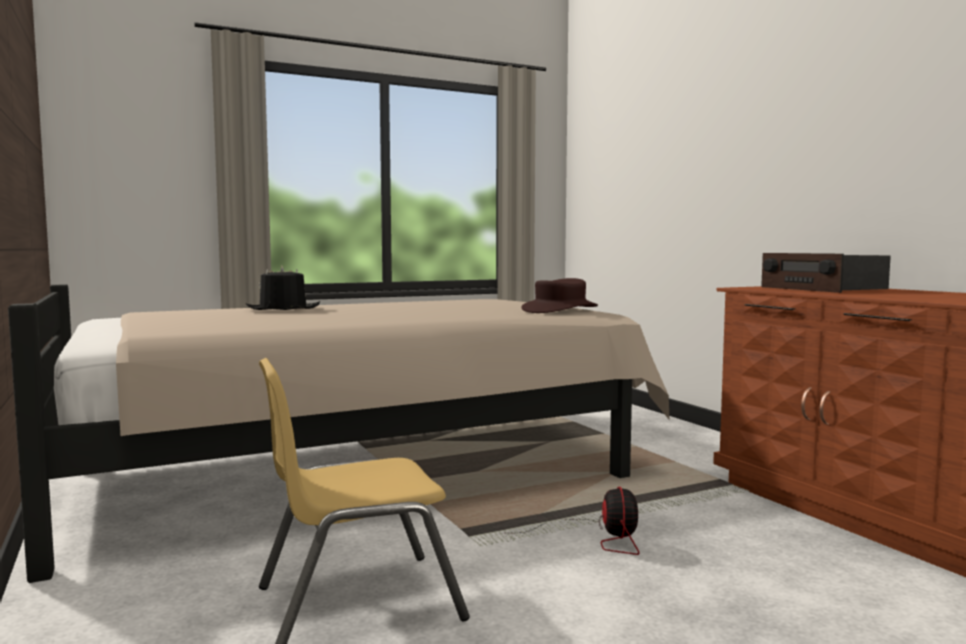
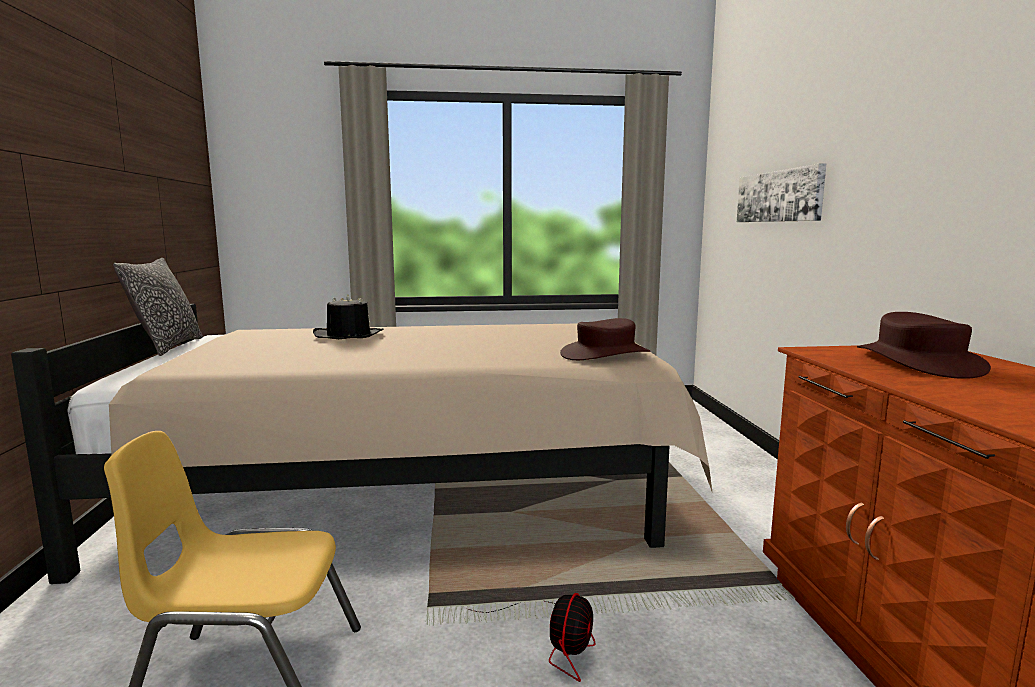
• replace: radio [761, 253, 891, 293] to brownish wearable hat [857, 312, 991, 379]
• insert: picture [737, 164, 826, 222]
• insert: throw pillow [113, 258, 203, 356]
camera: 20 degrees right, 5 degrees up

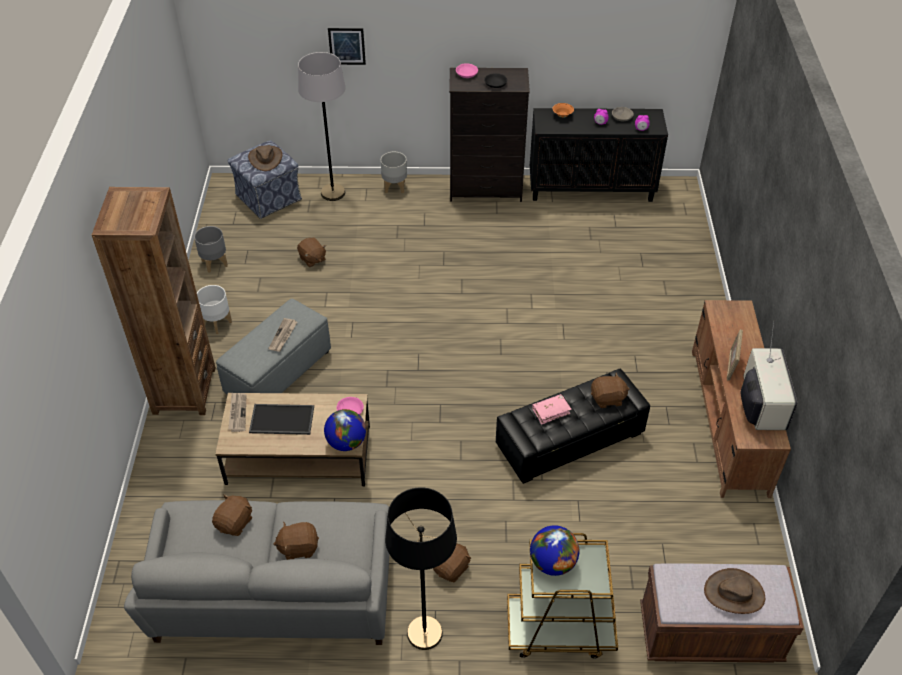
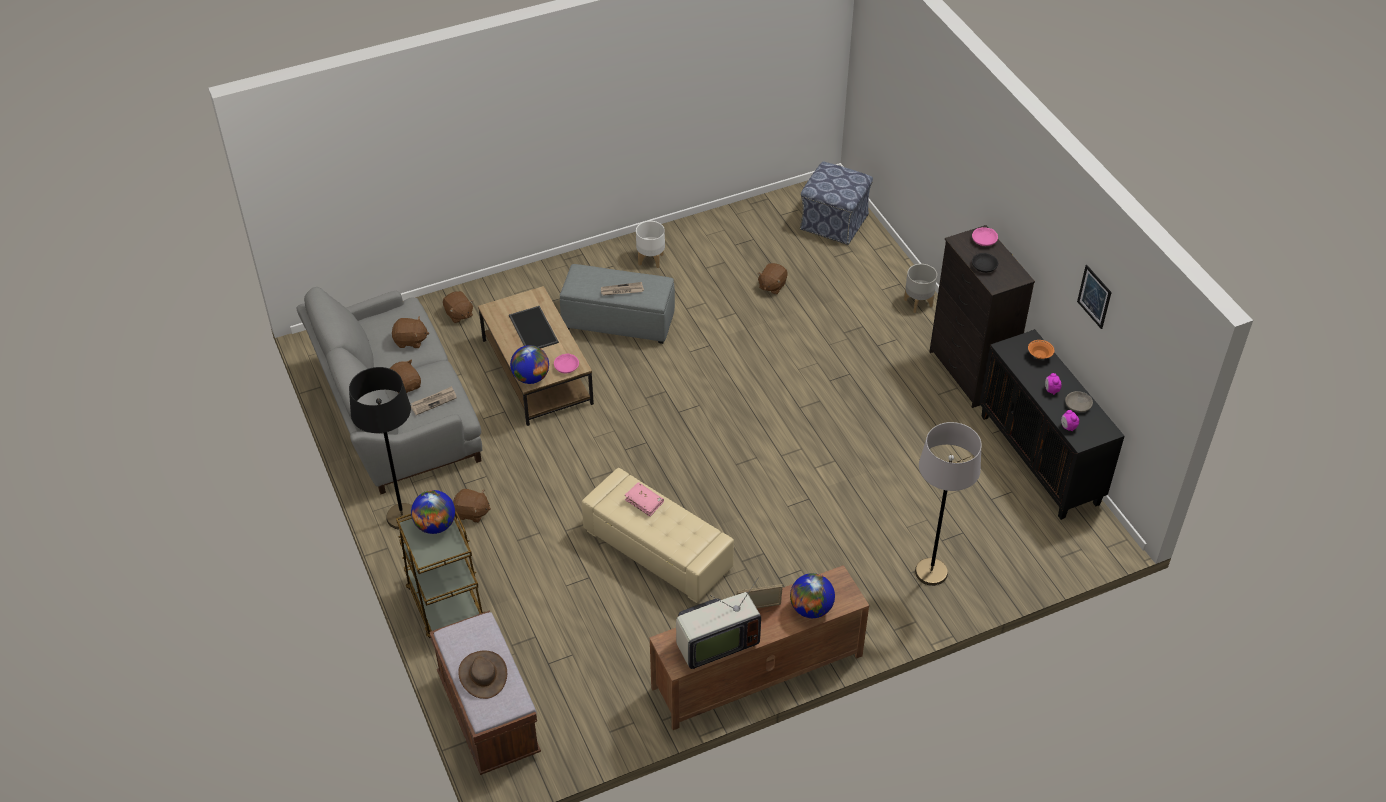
• move: picture [328, 28, 366, 65] to [1077, 265, 1112, 329]
• move: grey floor lamp [298, 52, 346, 201] to [915, 422, 982, 586]
• delete: brownish wearable hat [248, 145, 282, 171]
• delete: brownish shelving unit [92, 187, 216, 415]
• delete: grey flower pot [194, 226, 228, 273]
• recolor: black footrest [496, 368, 650, 484] to sand-coloured footrest [582, 468, 734, 603]
• move: brownish soft toy [591, 372, 630, 408] to [443, 291, 473, 323]
• move: printed paper [228, 393, 246, 432] to [411, 386, 457, 415]
• insert: globe [790, 573, 835, 618]
camera: 65 degrees right, 0 degrees up

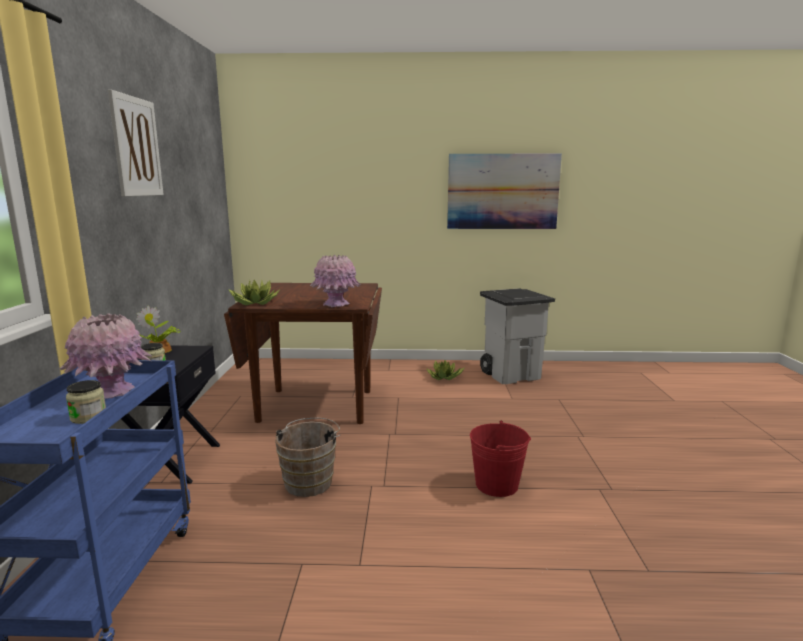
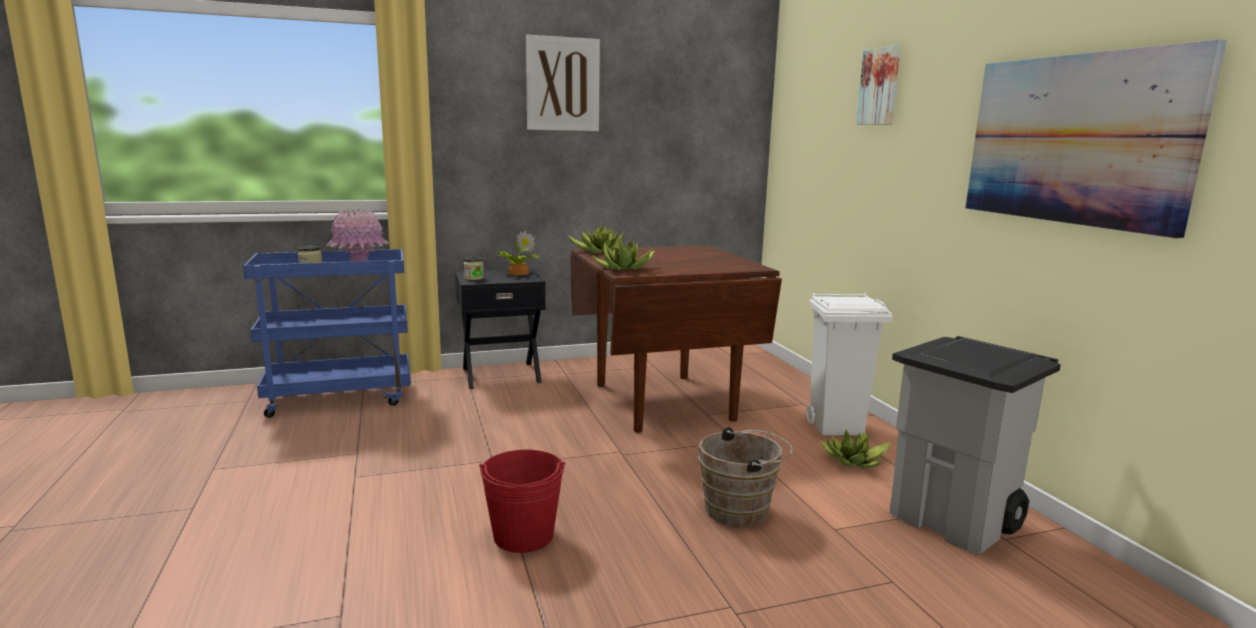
• replace: pinkish decorative vase [310, 255, 361, 307] to plant in a pot [592, 239, 655, 270]
• move: brownish bucket [275, 418, 340, 497] to [699, 427, 793, 527]
• insert: picture [856, 45, 901, 125]
• insert: whitish rubbish bin [806, 293, 893, 436]
camera: 70 degrees right, 0 degrees up

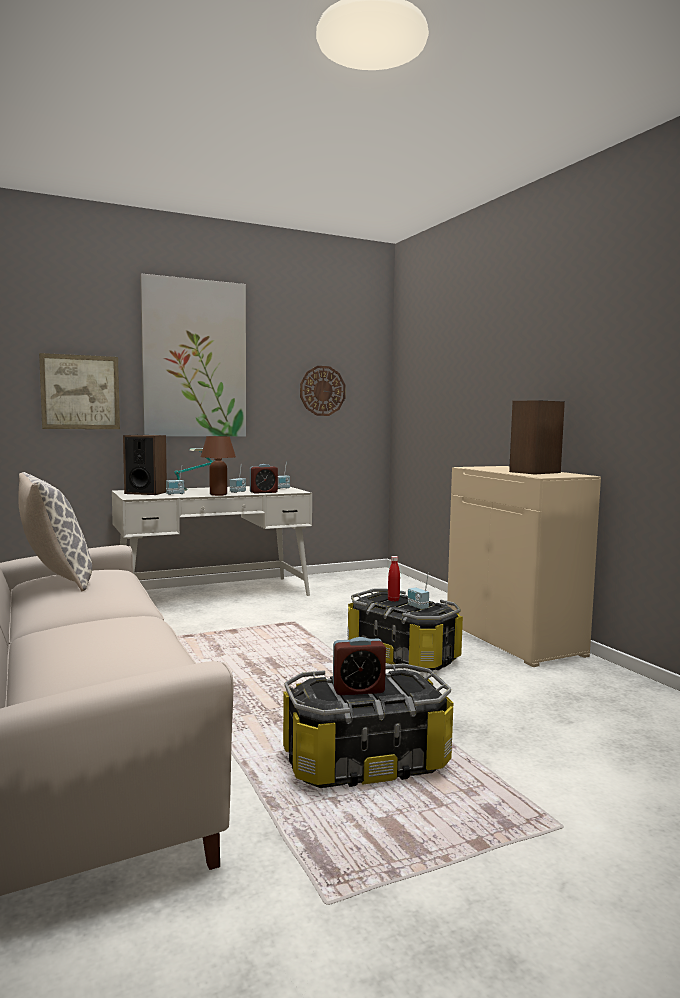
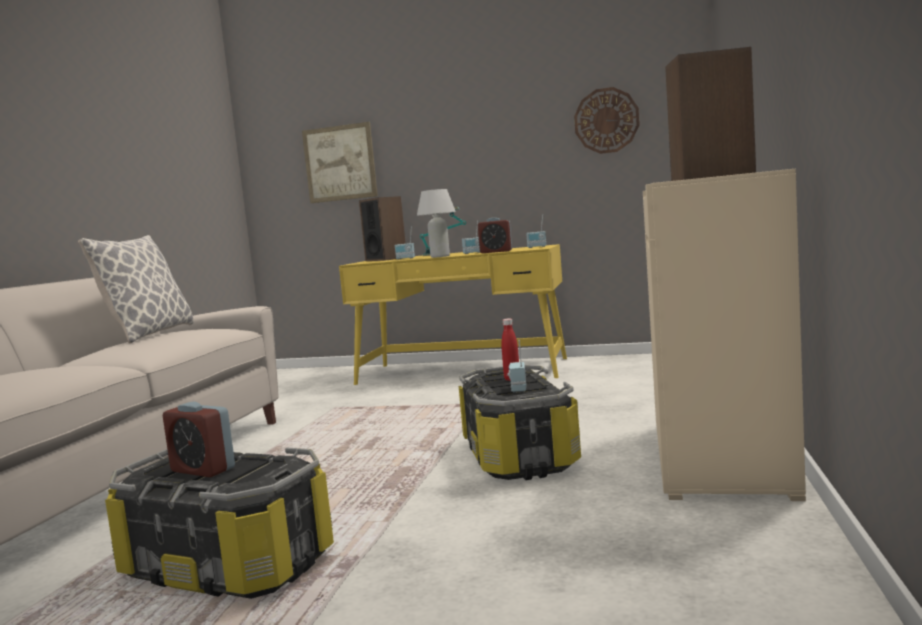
• delete: picture [140, 273, 246, 437]
• recolor: brownish tabletop lamp [201, 436, 236, 496] to whitish tabletop lamp [417, 189, 456, 258]
• recolor: whitish desk unit [112, 486, 312, 596] to yellow desk unit [339, 244, 567, 385]
camera: 40 degrees right, 0 degrees up

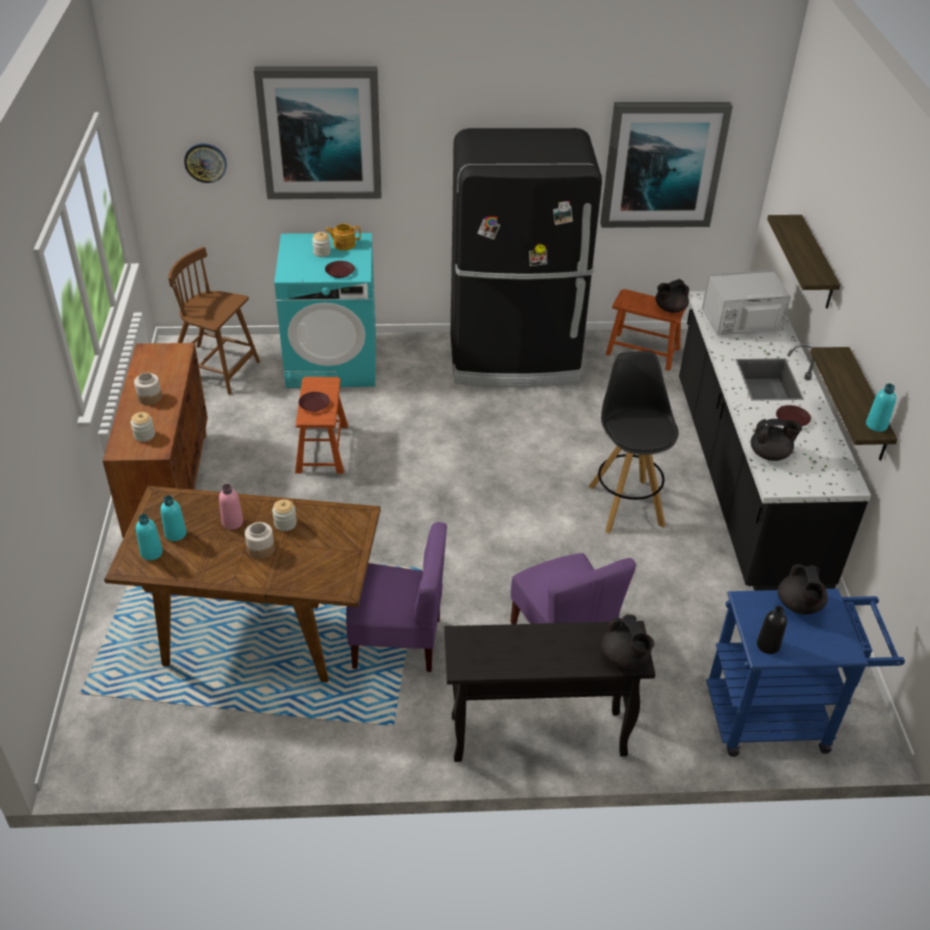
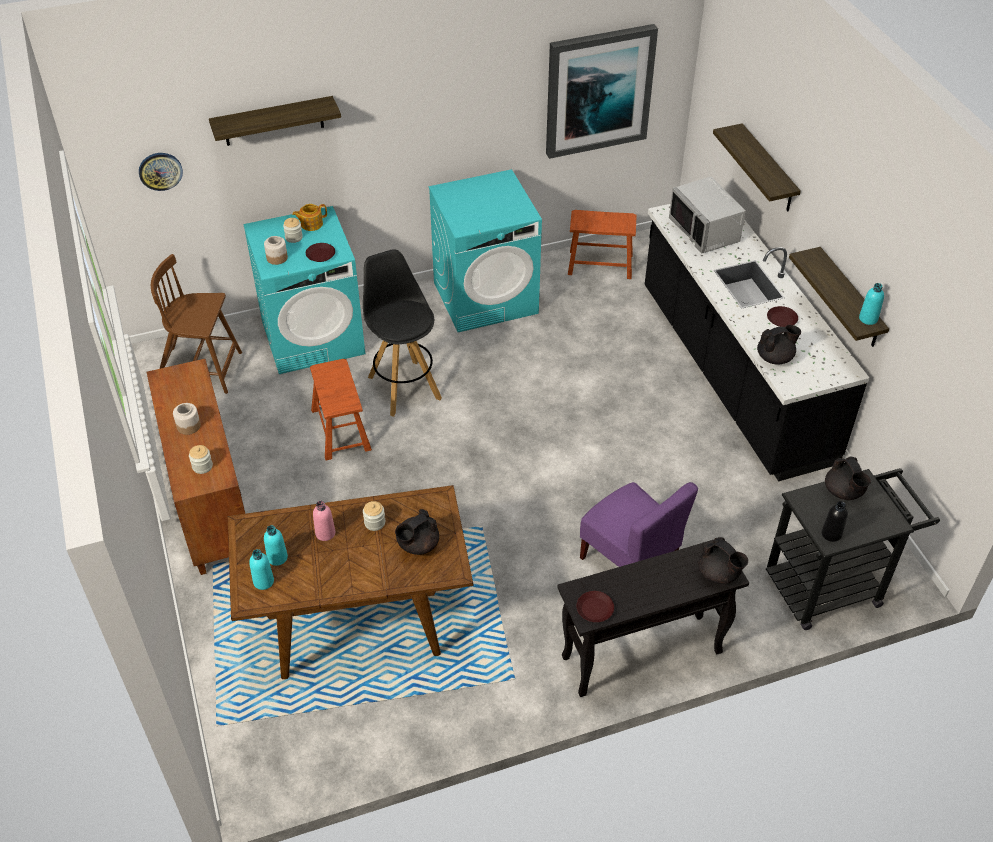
• replace: picture [254, 66, 381, 199] to bracket shelf [209, 96, 341, 146]
• replace: black kitchen fridge [450, 128, 602, 387] to turquoise-coloured laundry appliance [428, 169, 542, 332]
• rotate: grey microwave [702, 270, 791, 336] = [669, 176, 746, 254] 90 degrees counterclockwise
• move: black teapot [656, 279, 689, 313] to [395, 509, 439, 555]
• move: black stool seat [588, 351, 678, 534] to [363, 249, 442, 417]
• move: brownish flat dish [299, 392, 330, 412] to [577, 591, 614, 622]
• move: jar [245, 522, 275, 559] to [264, 236, 288, 265]
• delete: purplish chair [346, 522, 447, 672]
• recolor: blue-coloured trolley [706, 589, 905, 757] to black trolley [766, 468, 940, 630]
camera: 15 degrees left, 5 degrees up

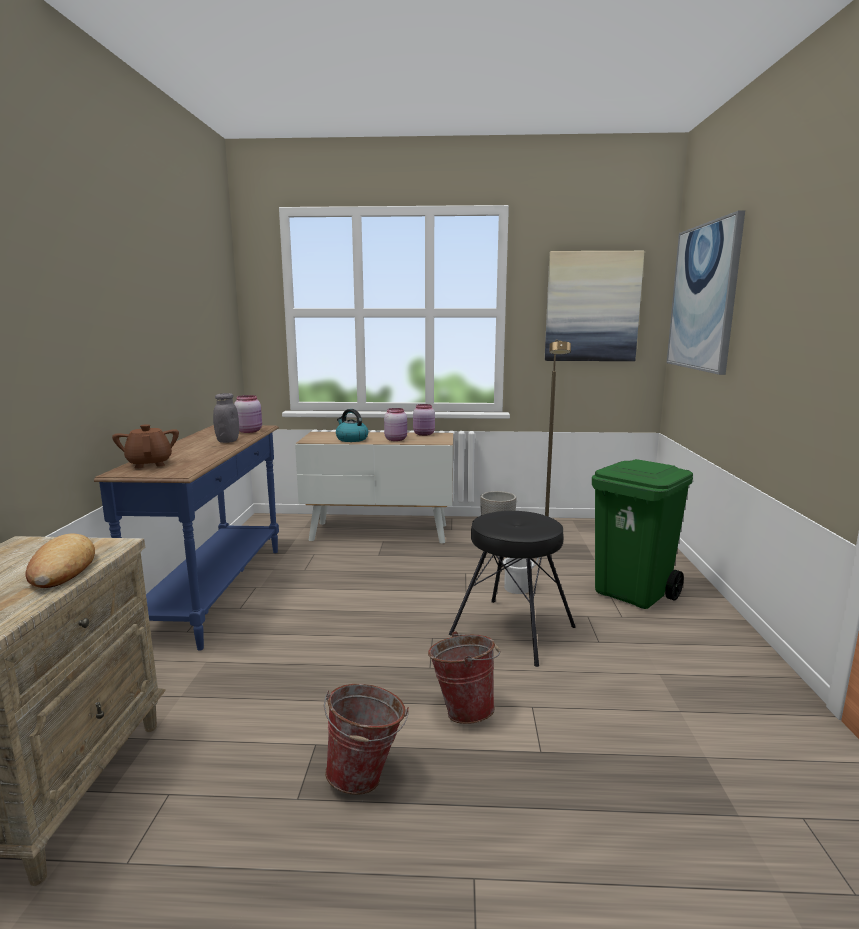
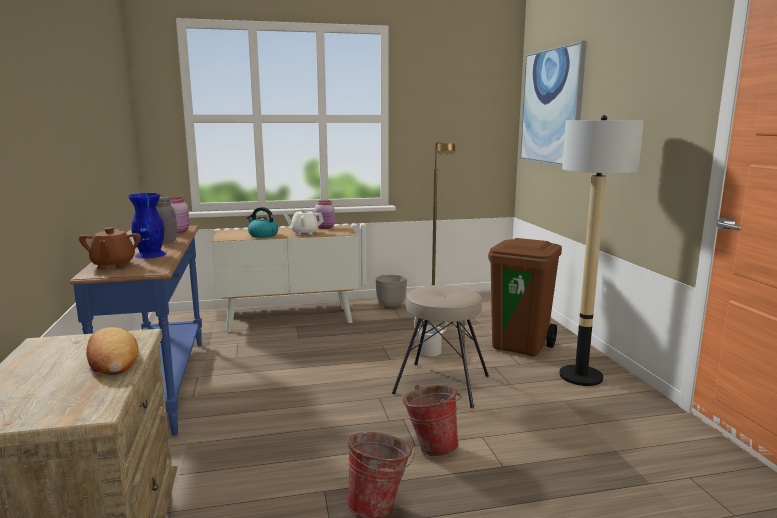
• delete: picture [545, 251, 644, 361]
• replace: pinkish jar [384, 408, 407, 441] to whitish teapot [284, 209, 324, 235]
• rotate: brownish teapot [112, 424, 179, 469] = [79, 227, 141, 269] 150 degrees counterclockwise
• recolor: green-coloured rubbish bin [592, 459, 693, 609] to brownish rubbish bin [488, 238, 562, 356]
• recolor: black stool seat [449, 511, 575, 667] to sand-coloured stool seat [392, 285, 489, 408]
• insert: floor lamp [559, 115, 644, 386]
• insert: blue-coloured decorative vase [128, 193, 167, 258]
camera: 15 degrees left, 0 degrees up

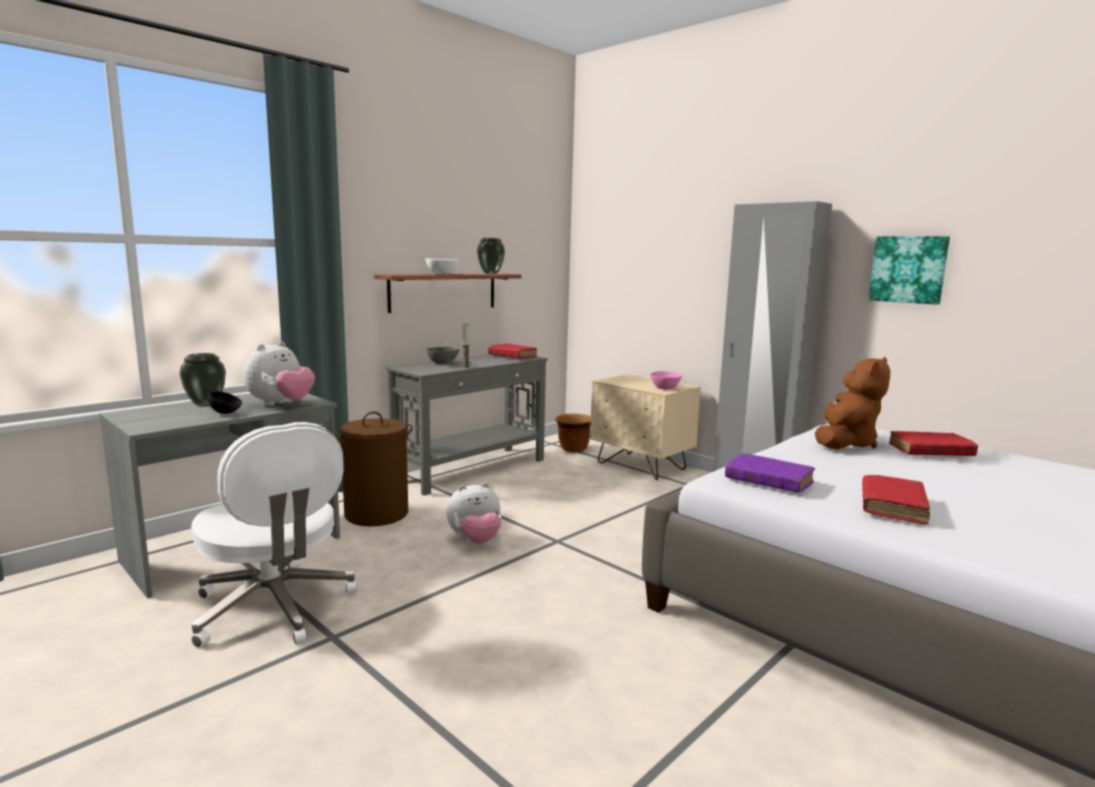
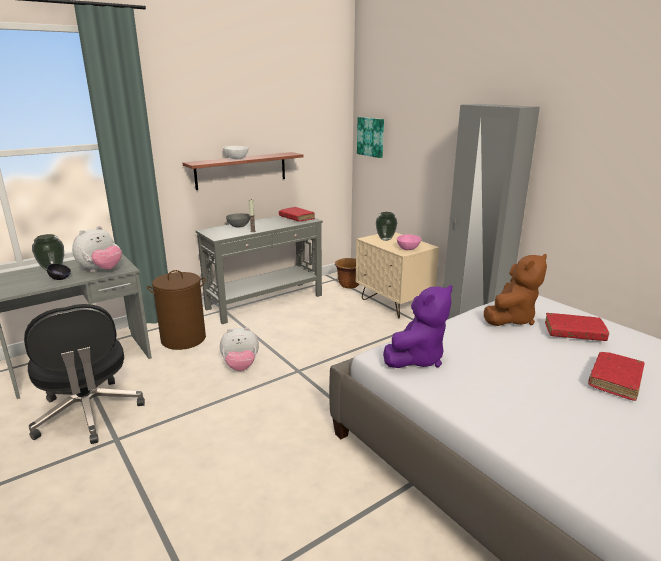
• move: picture [868, 236, 950, 305] to [357, 117, 384, 158]
• move: decorative vase [477, 238, 505, 274] to [376, 212, 397, 241]
• recolor: whitish computer chair [191, 422, 357, 648] to black computer chair [24, 304, 145, 444]
• replace: purplish bound book [725, 453, 815, 493] to purplish soft toy [383, 285, 452, 368]
• move: red-coloured bound book [862, 475, 930, 525] to [588, 352, 645, 401]
camera: 10 degrees right, 10 degrees up

